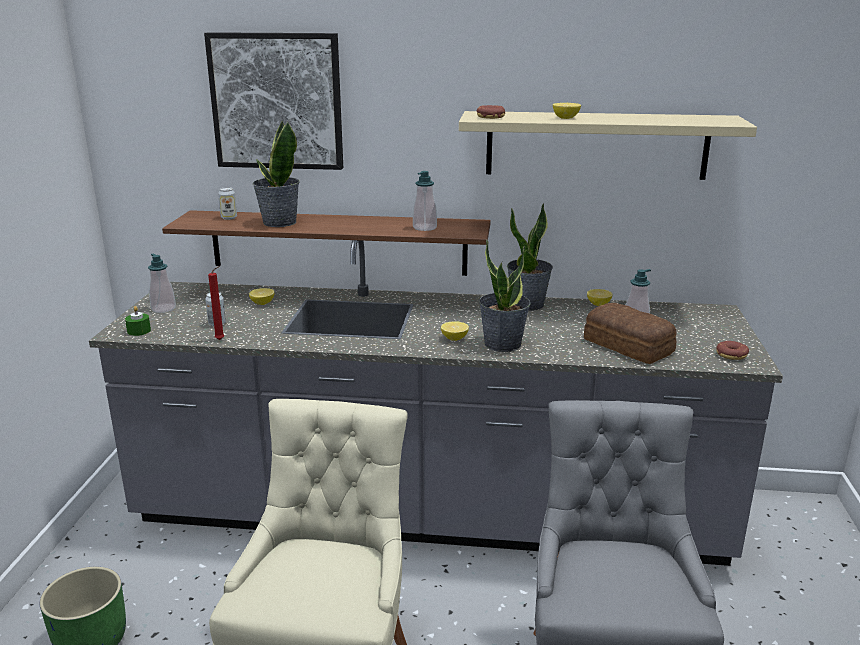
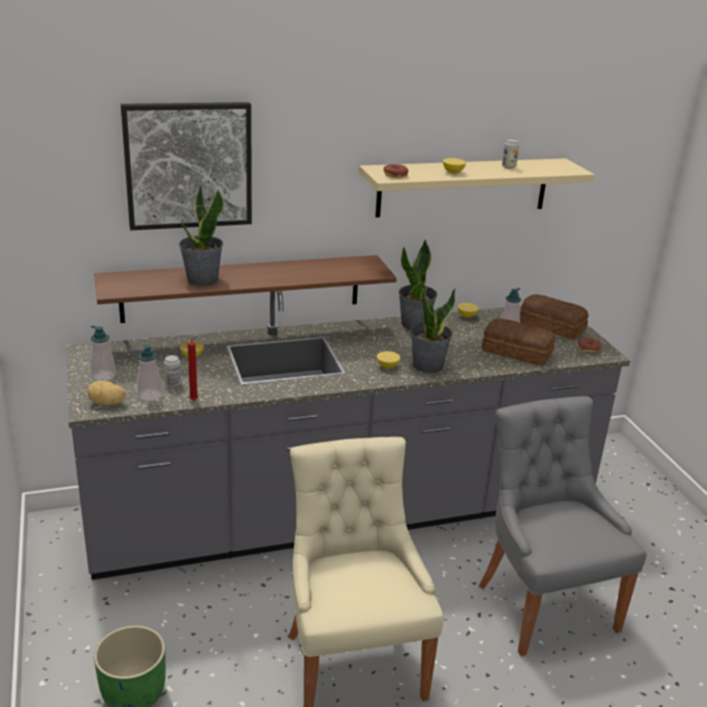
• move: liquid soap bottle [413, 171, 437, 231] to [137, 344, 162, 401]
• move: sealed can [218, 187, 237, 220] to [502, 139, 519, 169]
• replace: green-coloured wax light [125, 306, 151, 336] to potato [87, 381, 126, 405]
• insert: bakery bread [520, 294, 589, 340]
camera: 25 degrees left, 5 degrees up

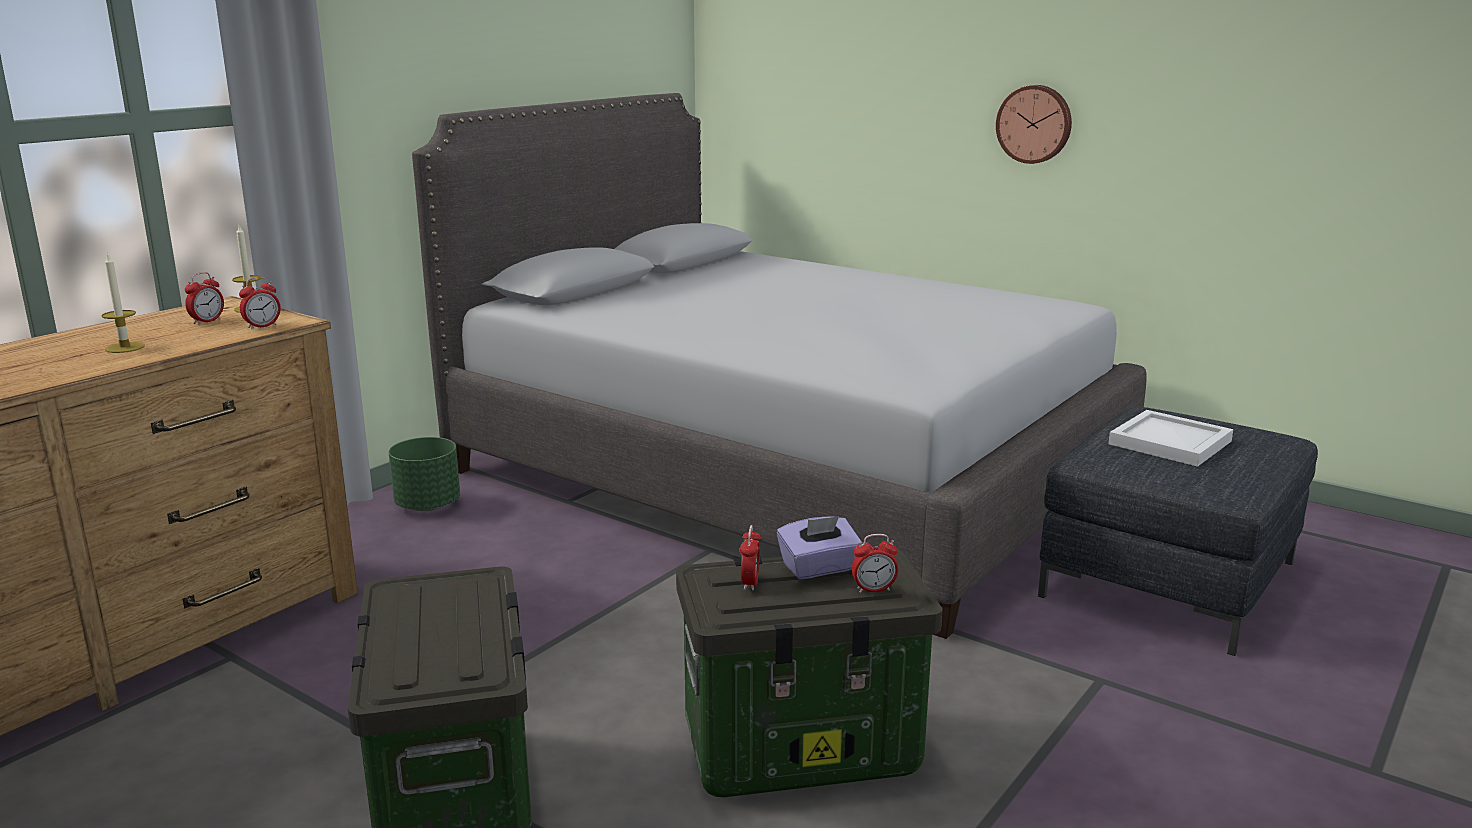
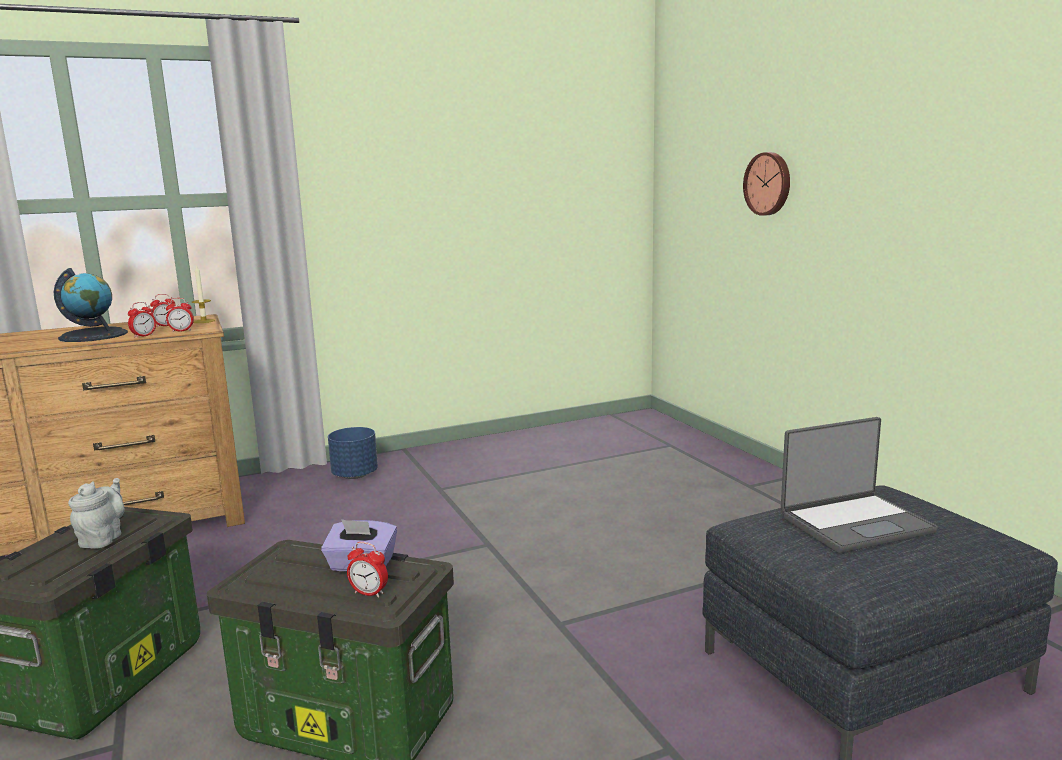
• move: clock on the wall [996, 85, 1072, 164] to [743, 152, 790, 216]
• delete: grey sleeping bed [412, 93, 1147, 639]
• replace: wax light [102, 252, 145, 353] to globe [54, 268, 128, 342]
• replace: whitish serving tray [1108, 410, 1233, 467] to notebook computer [781, 417, 938, 553]
• recolor: green-coloured flower pot [389, 437, 460, 511] to blue-coloured flower pot [328, 427, 378, 479]
• move: alarm clock [740, 525, 761, 590] to [128, 302, 156, 338]
• insert: grey teapot [68, 478, 125, 549]
camera: 30 degrees right, 5 degrees down

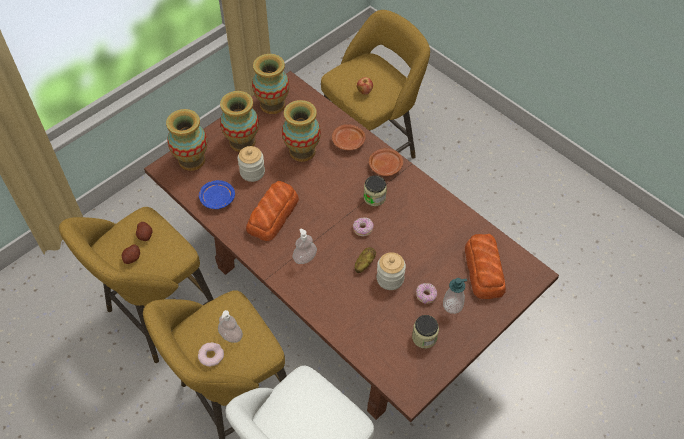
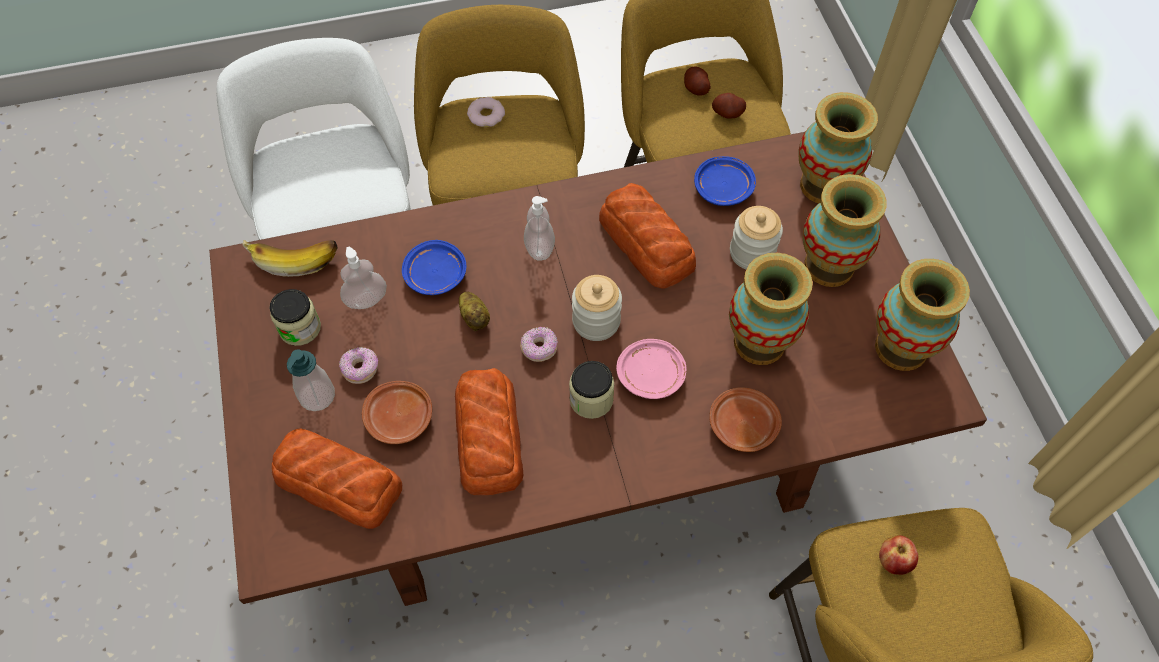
• move: brownish flat dish [369, 148, 403, 176] to [362, 381, 432, 444]
• move: jar [377, 252, 406, 290] to [572, 275, 622, 341]
• move: liquid soap bottle [218, 310, 243, 343] to [340, 247, 387, 309]
• insert: banana fruit [242, 240, 337, 277]
• insert: blue-coloured flat dish [402, 240, 466, 295]
• insert: pinkish flat dish [616, 339, 687, 399]
• insert: bakery bread [455, 368, 523, 495]
camera: 120 degrees right, 5 degrees up

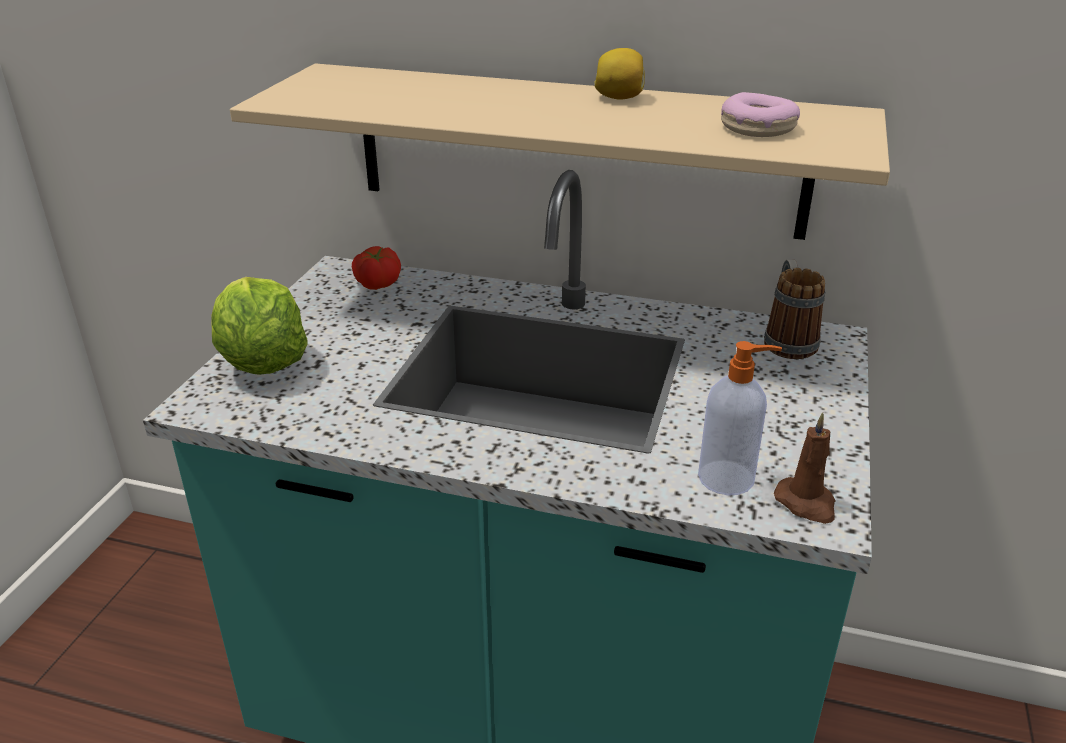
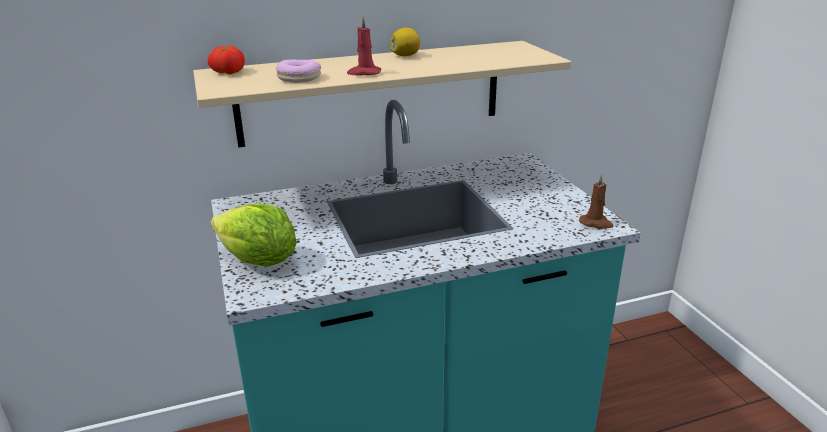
• move: donut [721, 92, 800, 137] to [276, 60, 321, 83]
• move: whole tomato [352, 246, 401, 290] to [207, 45, 245, 75]
• delete: tea mug [764, 260, 825, 359]
• delete: liquid soap bottle [698, 341, 782, 496]
• insert: red-coloured wax light [347, 16, 381, 75]
camera: 35 degrees left, 5 degrees down

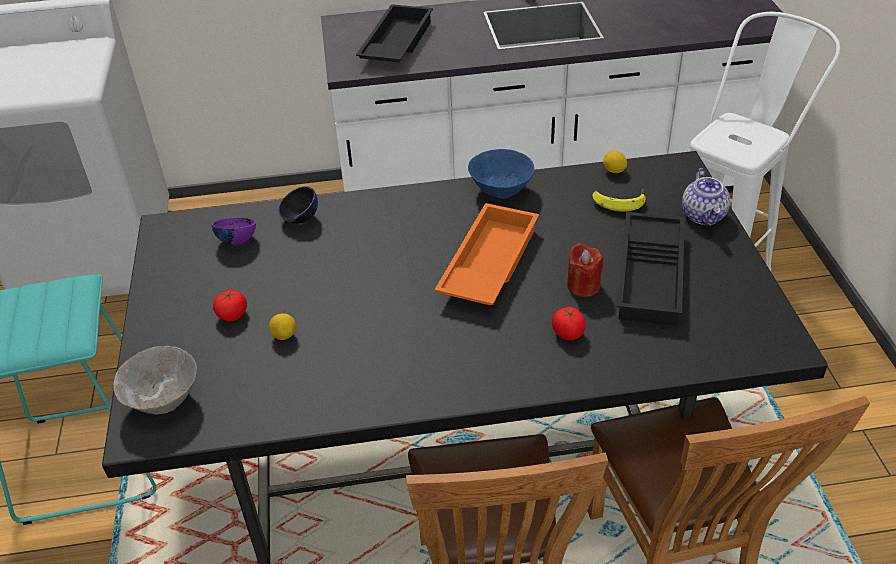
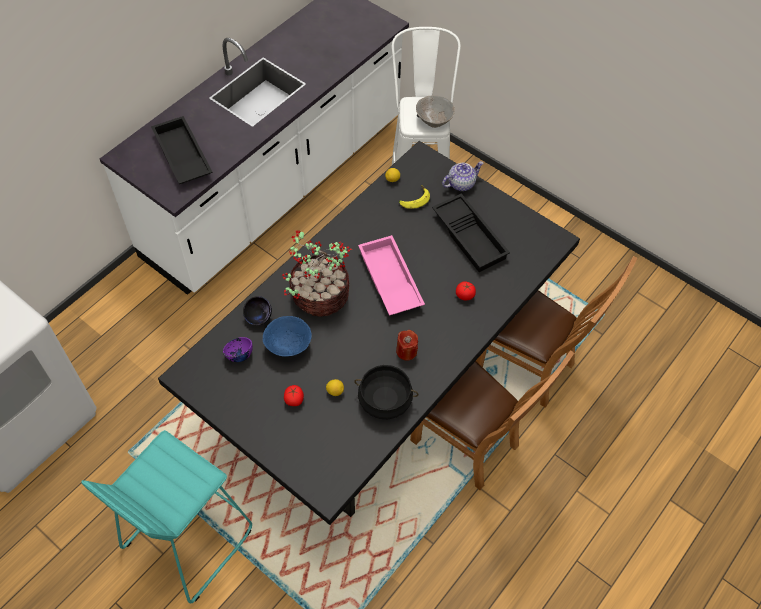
• move: blue-coloured serving bowl [468, 149, 535, 199] to [262, 316, 312, 357]
• rotate: teapot [682, 168, 730, 226] = [442, 161, 483, 191] 75 degrees counterclockwise
• recolor: orange serving tray [434, 203, 539, 306] to pinkish serving tray [358, 235, 425, 316]
• move: red-coloured wax light [567, 243, 603, 297] to [396, 330, 418, 360]
• move: grey serving bowl [114, 346, 197, 415] to [416, 95, 455, 128]
• insert: plant in a pot [282, 230, 352, 317]
• insert: black stockpot [354, 365, 419, 419]
camera: 45 degrees left, 15 degrees up

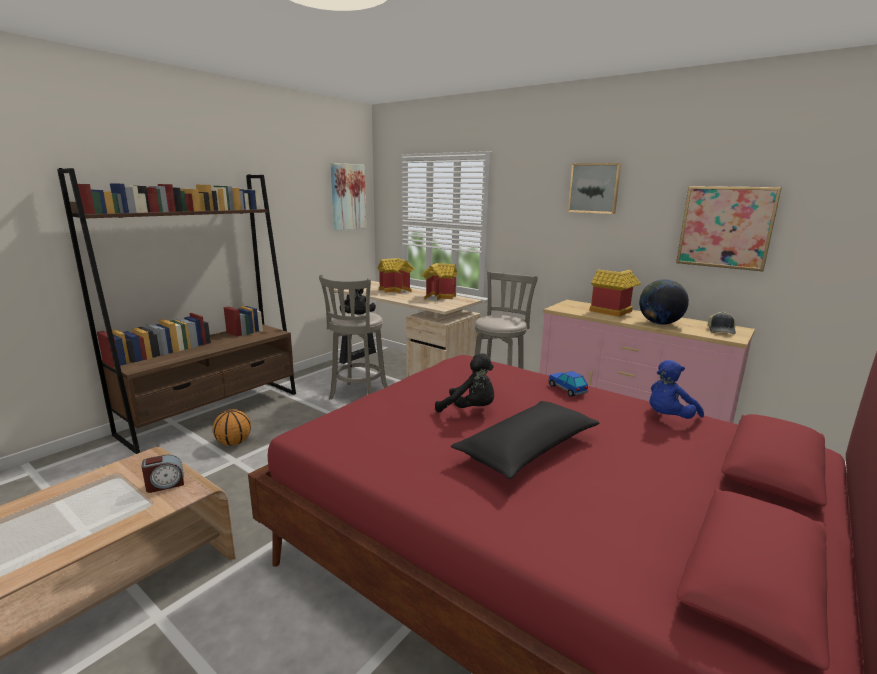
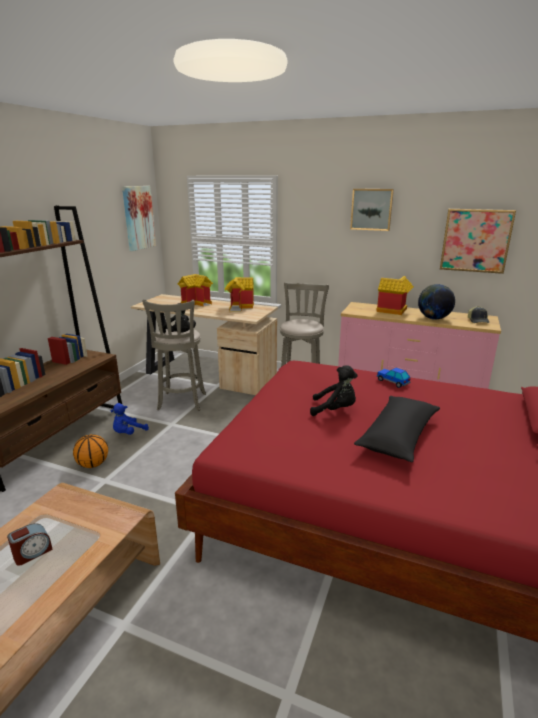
• move: blue-coloured soft toy [650, 360, 704, 419] to [111, 403, 149, 435]
• move: alarm clock [141, 455, 184, 493] to [7, 523, 53, 566]
camera: 15 degrees left, 5 degrees up

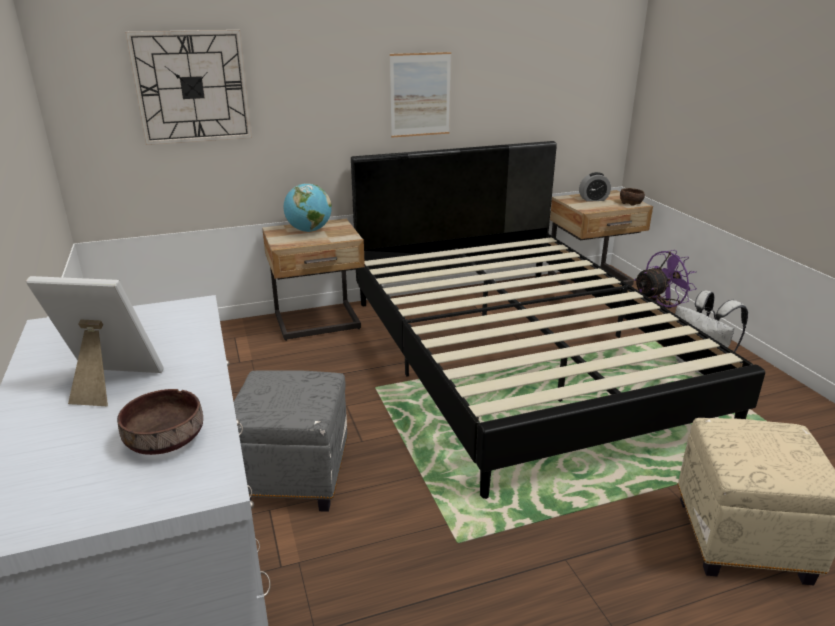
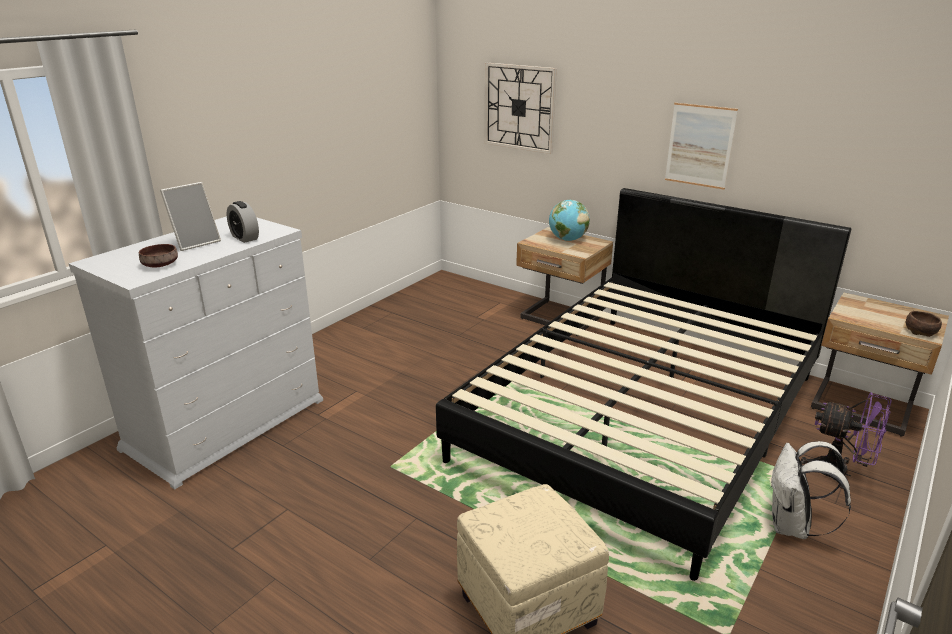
• move: alarm clock [579, 172, 611, 202] to [227, 201, 259, 243]
• rotate: standing frame [26, 276, 164, 406] = [160, 182, 221, 251] 75 degrees clockwise
• delete: grey footrest [234, 370, 348, 512]
camera: 55 degrees right, 0 degrees up

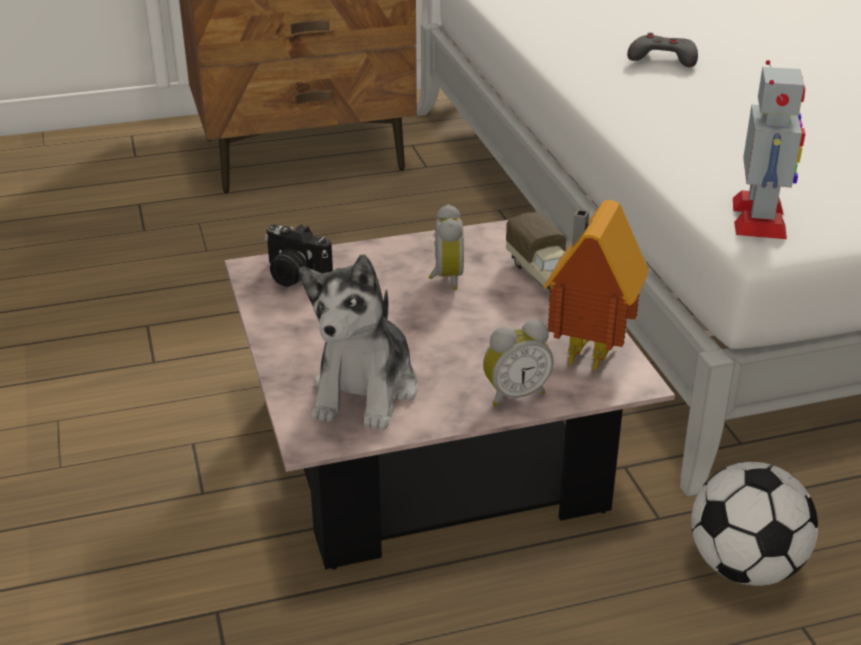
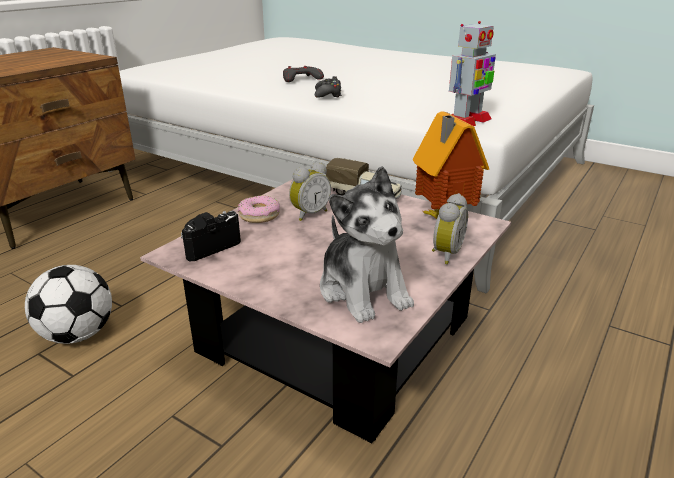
• rotate: model robot [733, 60, 805, 239] = [449, 21, 496, 126] 75 degrees clockwise
• rotate: alarm clock [429, 204, 464, 290] = [289, 162, 331, 221] 90 degrees clockwise
• rotate: still camera [265, 224, 333, 287] = [181, 211, 241, 261] 150 degrees clockwise
• move: football ball [691, 462, 818, 586] to [25, 265, 112, 344]
• insert: black game controller [315, 76, 342, 98]
• insert: donut [238, 195, 280, 223]
camera: 40 degrees left, 5 degrees down

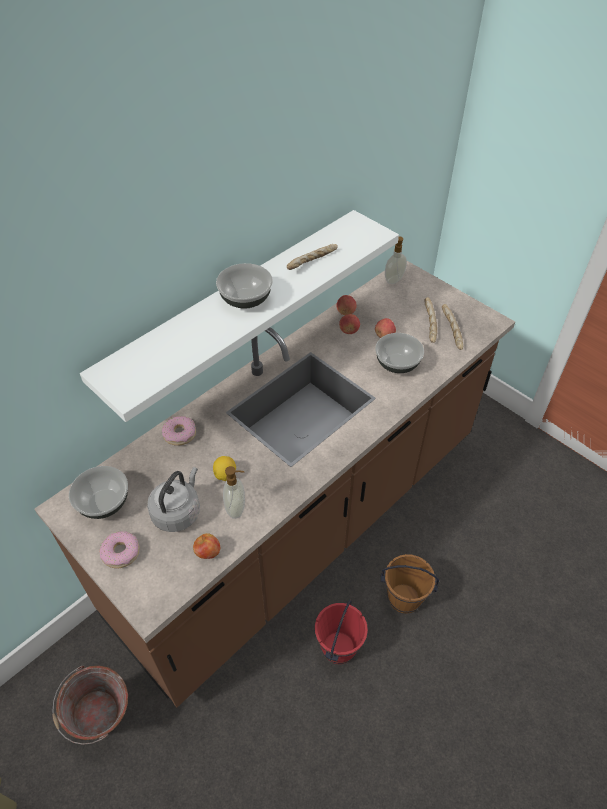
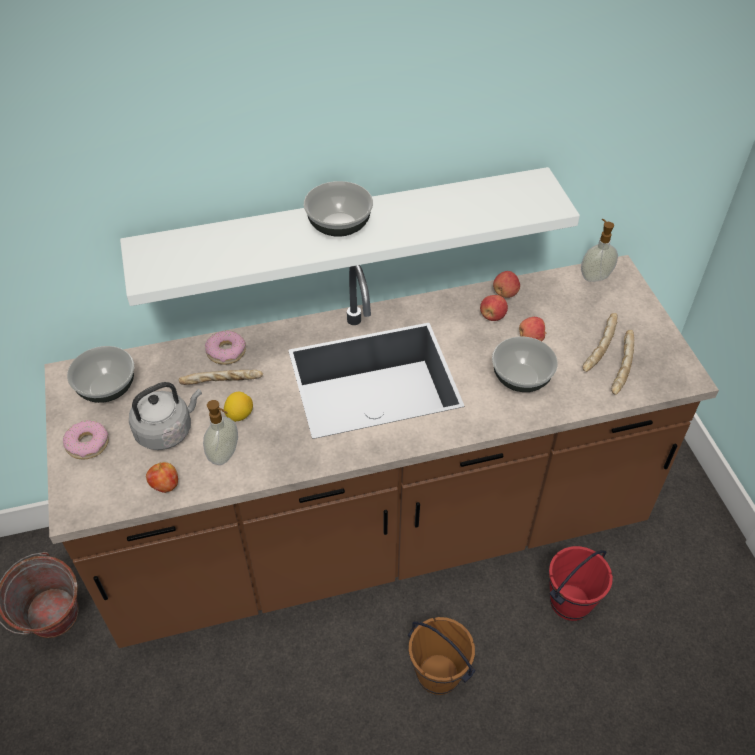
• move: bakery bread [287, 244, 338, 270] to [179, 370, 263, 385]
• move: red-coloured bucket [315, 599, 368, 664] to [548, 546, 613, 621]
camera: 30 degrees right, 0 degrees up

